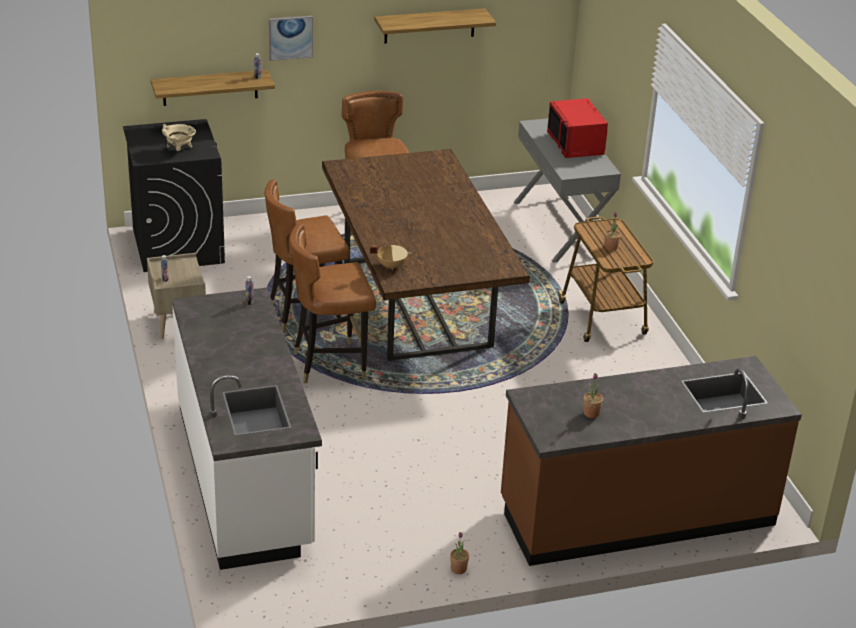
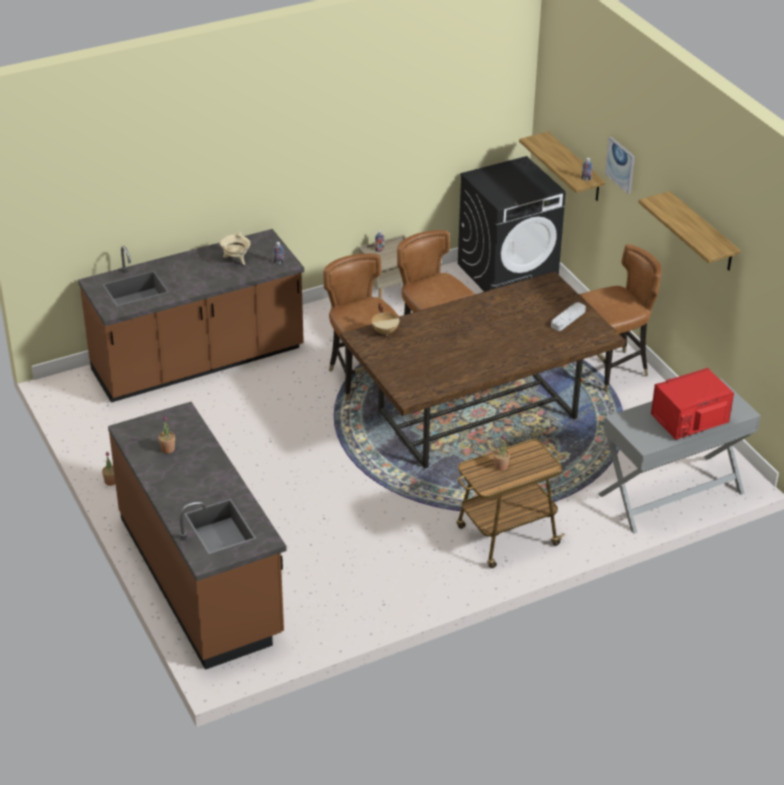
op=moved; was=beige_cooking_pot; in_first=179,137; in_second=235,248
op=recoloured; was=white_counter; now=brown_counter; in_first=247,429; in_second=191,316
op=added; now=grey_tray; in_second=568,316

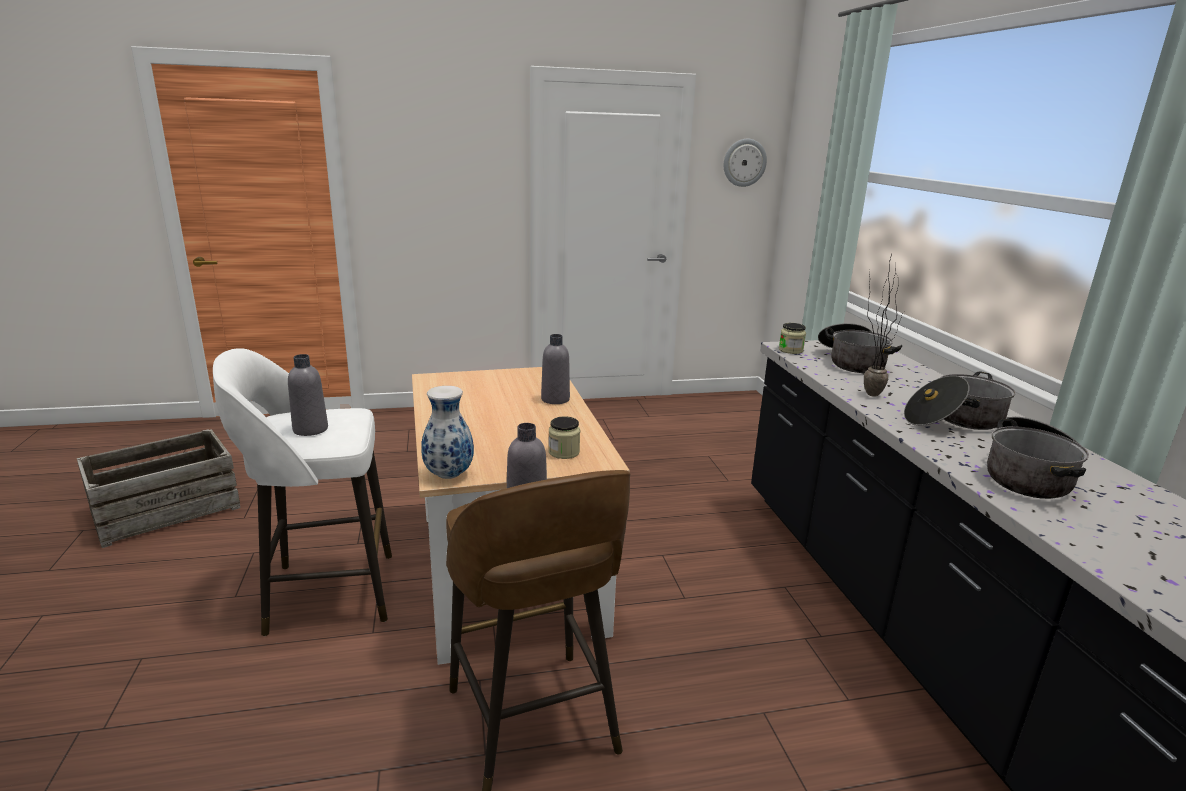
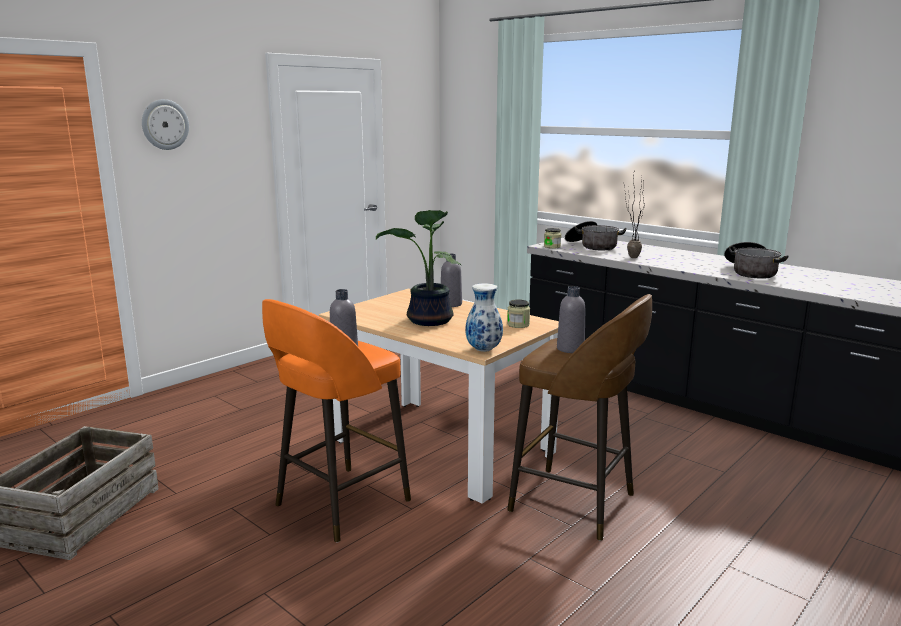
op=moved; was=wall_clock; in_first=745,163; in_second=165,124
op=recoloured; was=white_stool; now=orange_stool; in_first=302,492; in_second=336,420
op=removed; was=cooking_pot; in_first=959,400
op=added; now=potted_plant; in_second=418,268

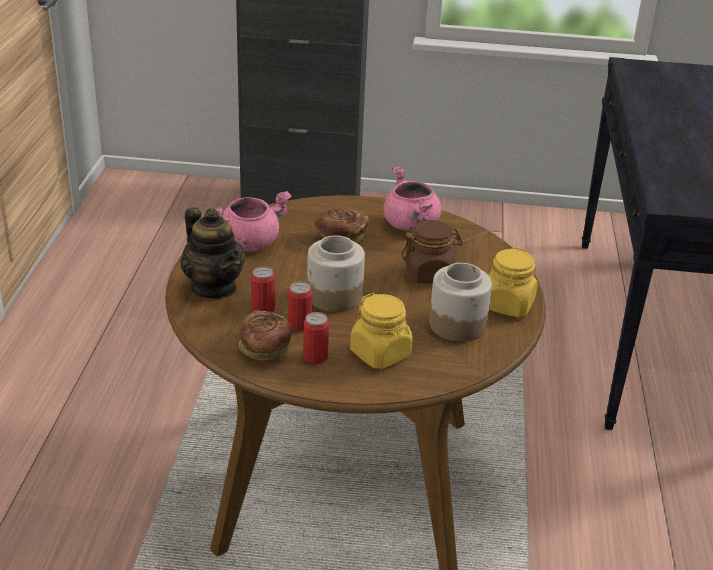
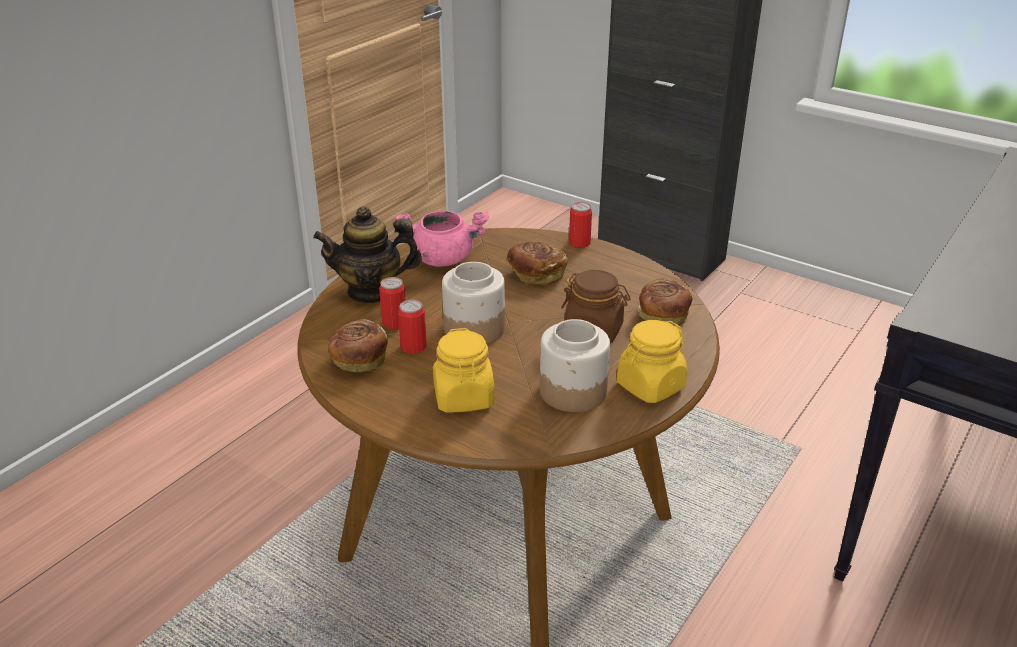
op=removed; was=pink_cooking_pot; in_first=412,199
op=turned; was=teapot; in_first=213,253; in_second=367,255; clockwise=90
op=moved; was=can; in_first=316,338; in_second=580,225
op=added; now=bread; in_second=665,301

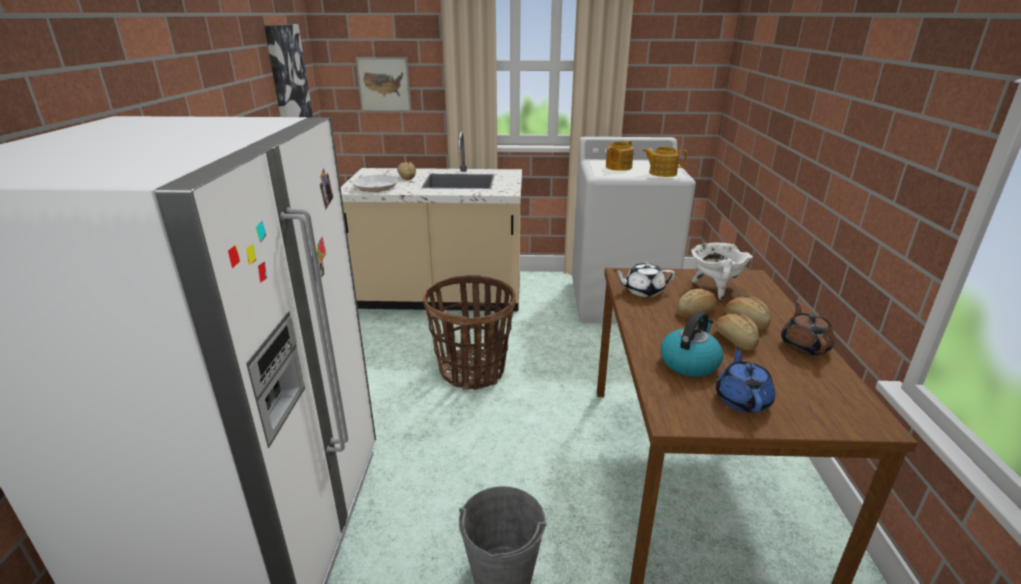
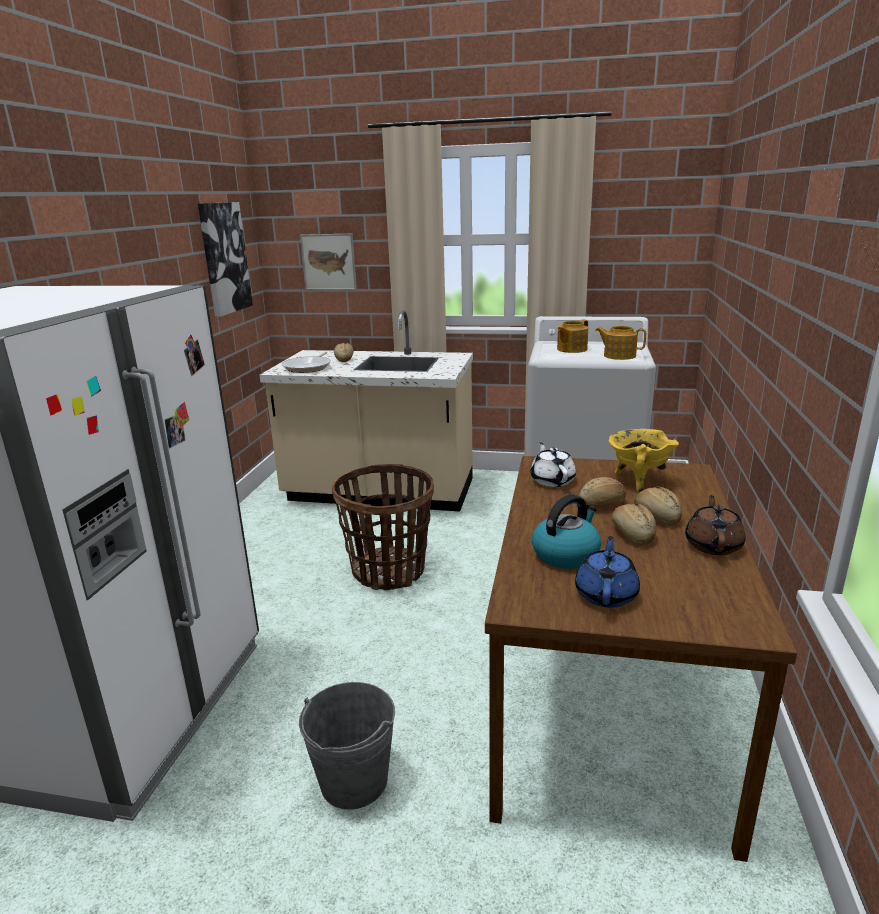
op=recoloured; was=white_cooking_pot; now=yellow_cooking_pot; in_first=722,271; in_second=644,461
op=turned; was=white_teapot; in_first=644,279; in_second=553,464; clockwise=75

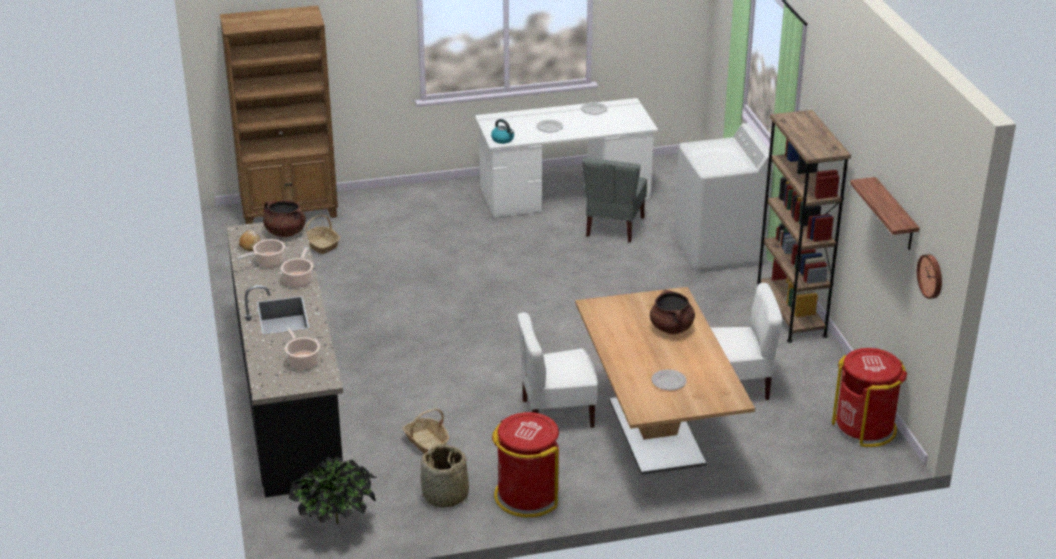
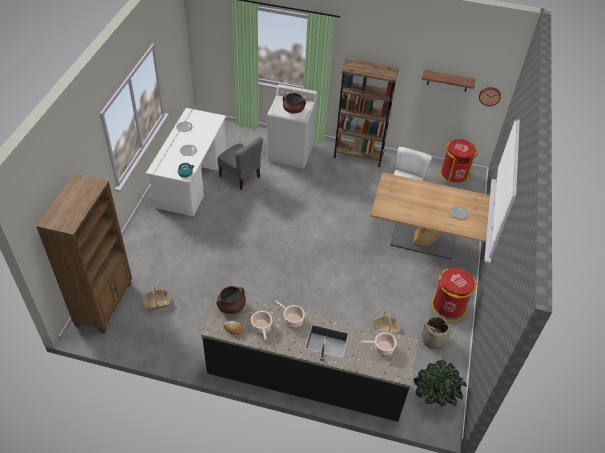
op=moved; was=brown_cooking_pot; in_first=672,312; in_second=294,103
op=removed; was=white_chair; in_first=558,370

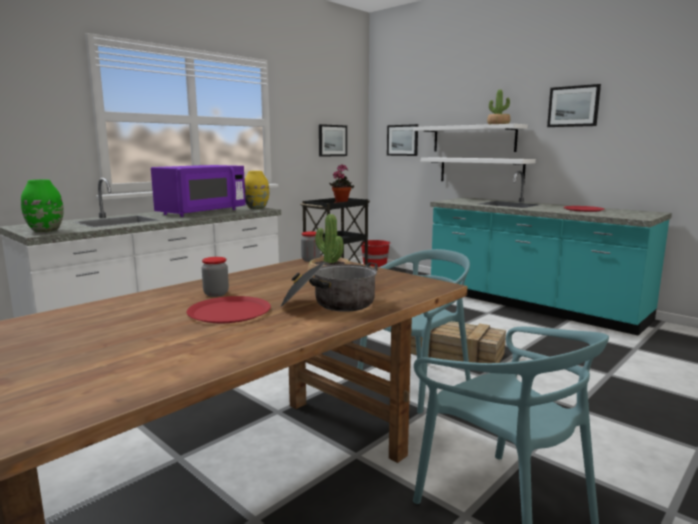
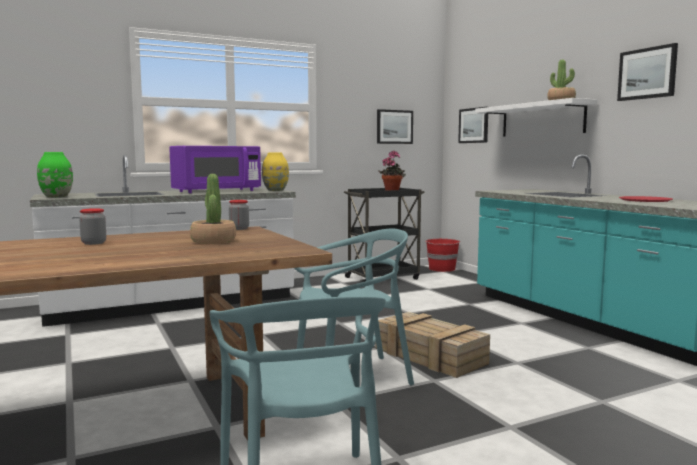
op=removed; was=white_shelf; in_first=478,169
op=removed; was=cooking_pot; in_first=329,287
op=removed; was=red_plate; in_first=229,309

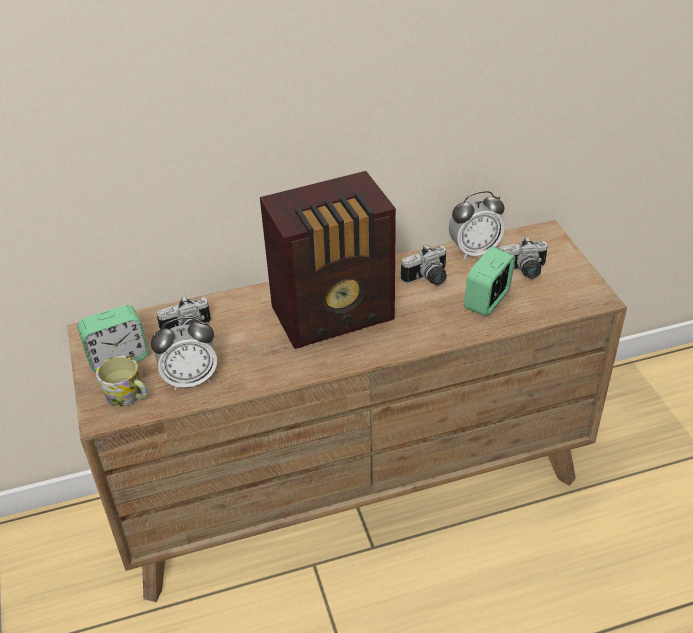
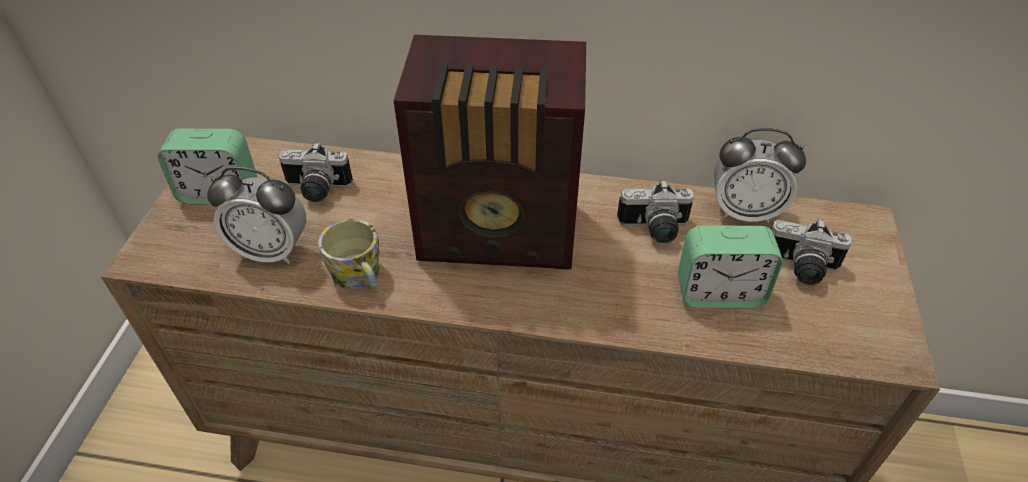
op=turned; was=alarm_clock; in_first=489,281; in_second=730,266; clockwise=-150
op=moved; was=mug; in_first=122,381; in_second=348,254

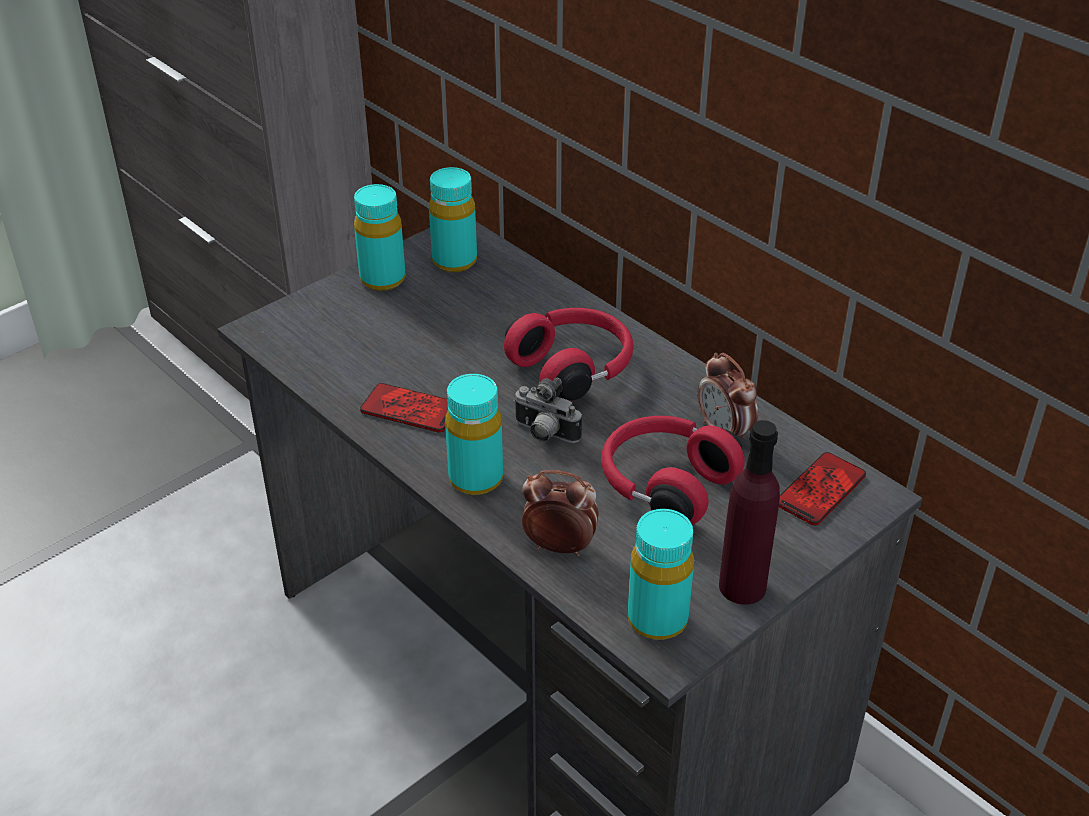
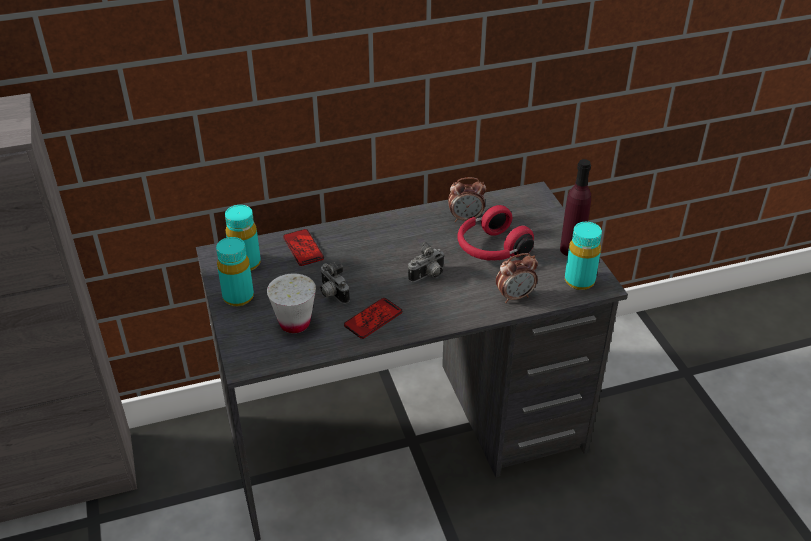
op=removed; was=red_headphones; in_first=569,354
op=removed; was=turquoise_bottle; in_first=474,434
op=moved; was=phone; in_first=822,488; in_second=303,247
op=turned; was=alarm_clock; in_first=560,513; in_second=517,278; clockwise=-150
op=added; now=photo_camera; in_second=335,283
op=added; now=white_cup; in_second=291,303

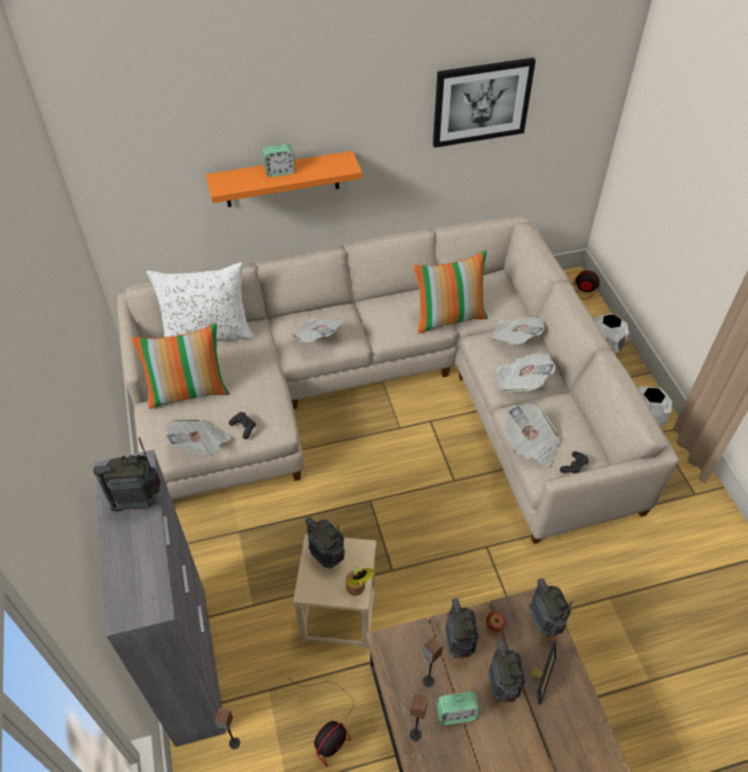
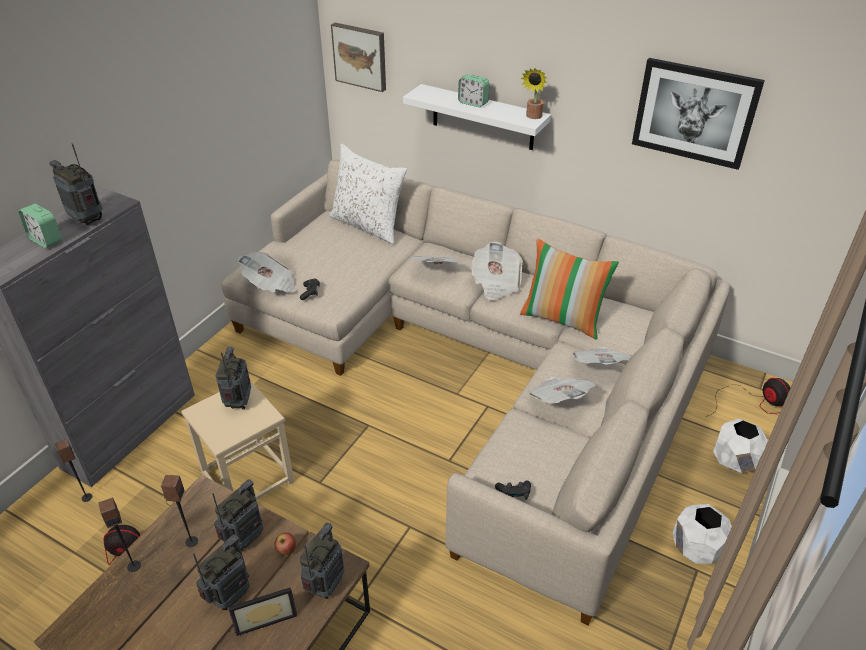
op=recoloured; was=orange_shelf; now=white_shelf; in_first=284,179; in_second=477,117
op=removed; was=pillow; in_first=180,366
op=moved; was=newspaper; in_first=532,435; in_second=496,270
op=moved; was=potted_plant; in_first=361,581; in_second=534,93
op=moved; was=alarm_clock; in_first=458,708; in_second=40,226
op=added; now=picture; in_second=358,57

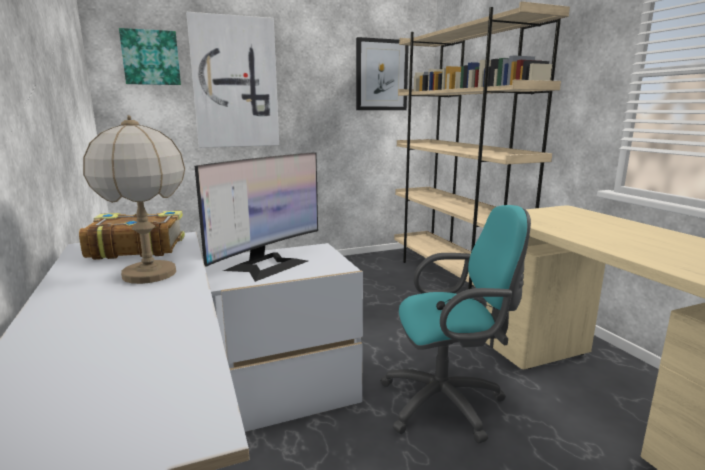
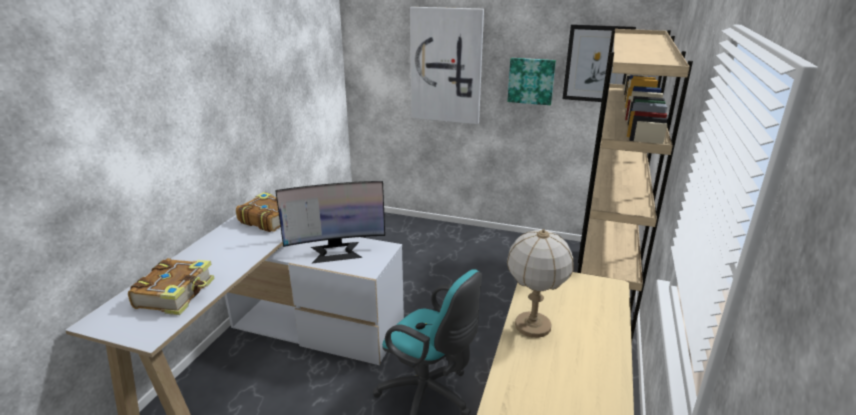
op=moved; was=picture; in_first=150,56; in_second=531,81
op=moved; was=table_lamp; in_first=134,199; in_second=540,283
op=added; now=book; in_second=171,286

